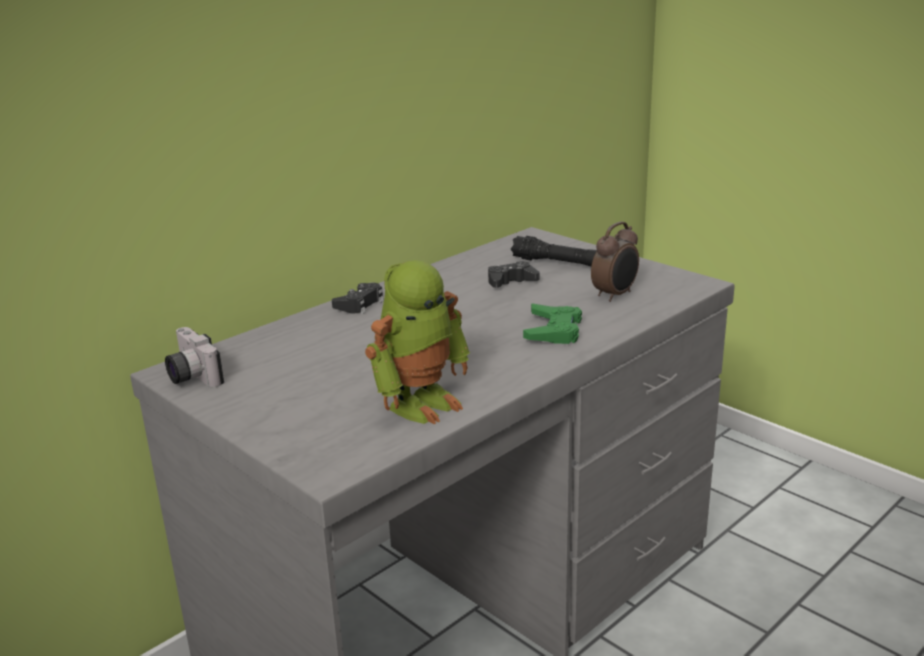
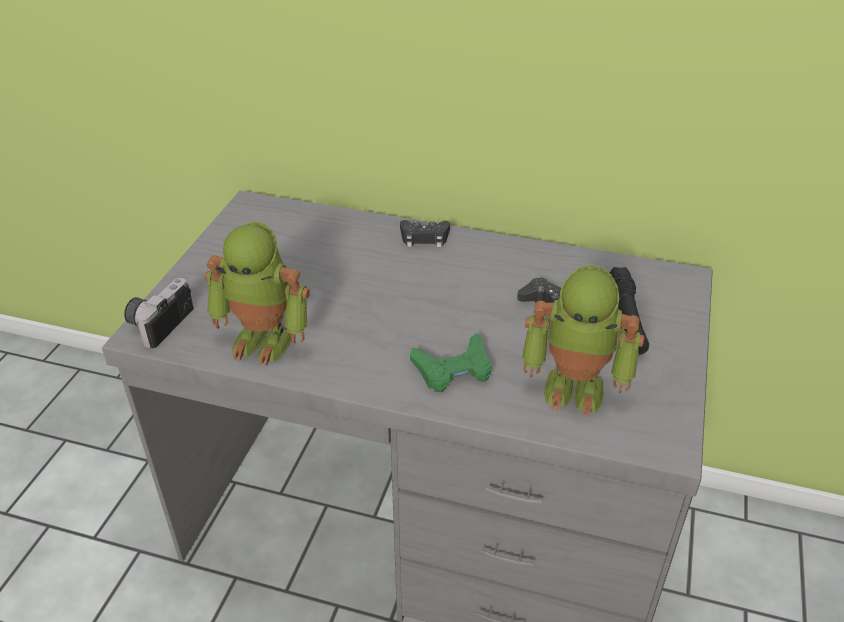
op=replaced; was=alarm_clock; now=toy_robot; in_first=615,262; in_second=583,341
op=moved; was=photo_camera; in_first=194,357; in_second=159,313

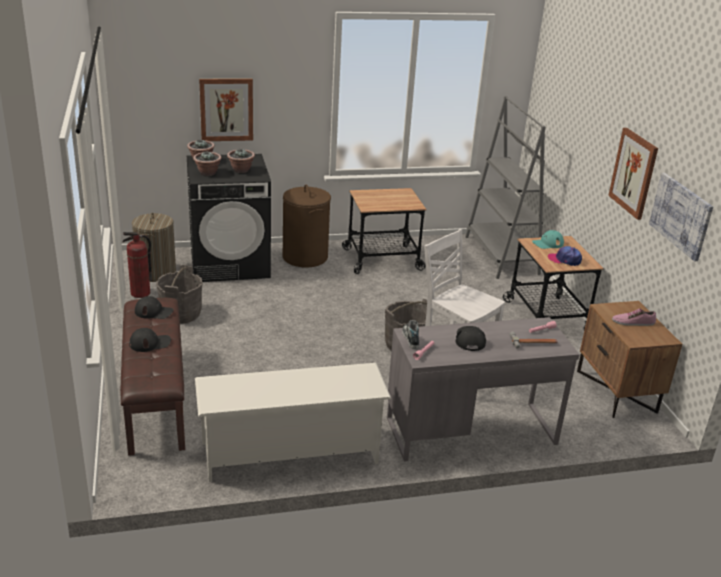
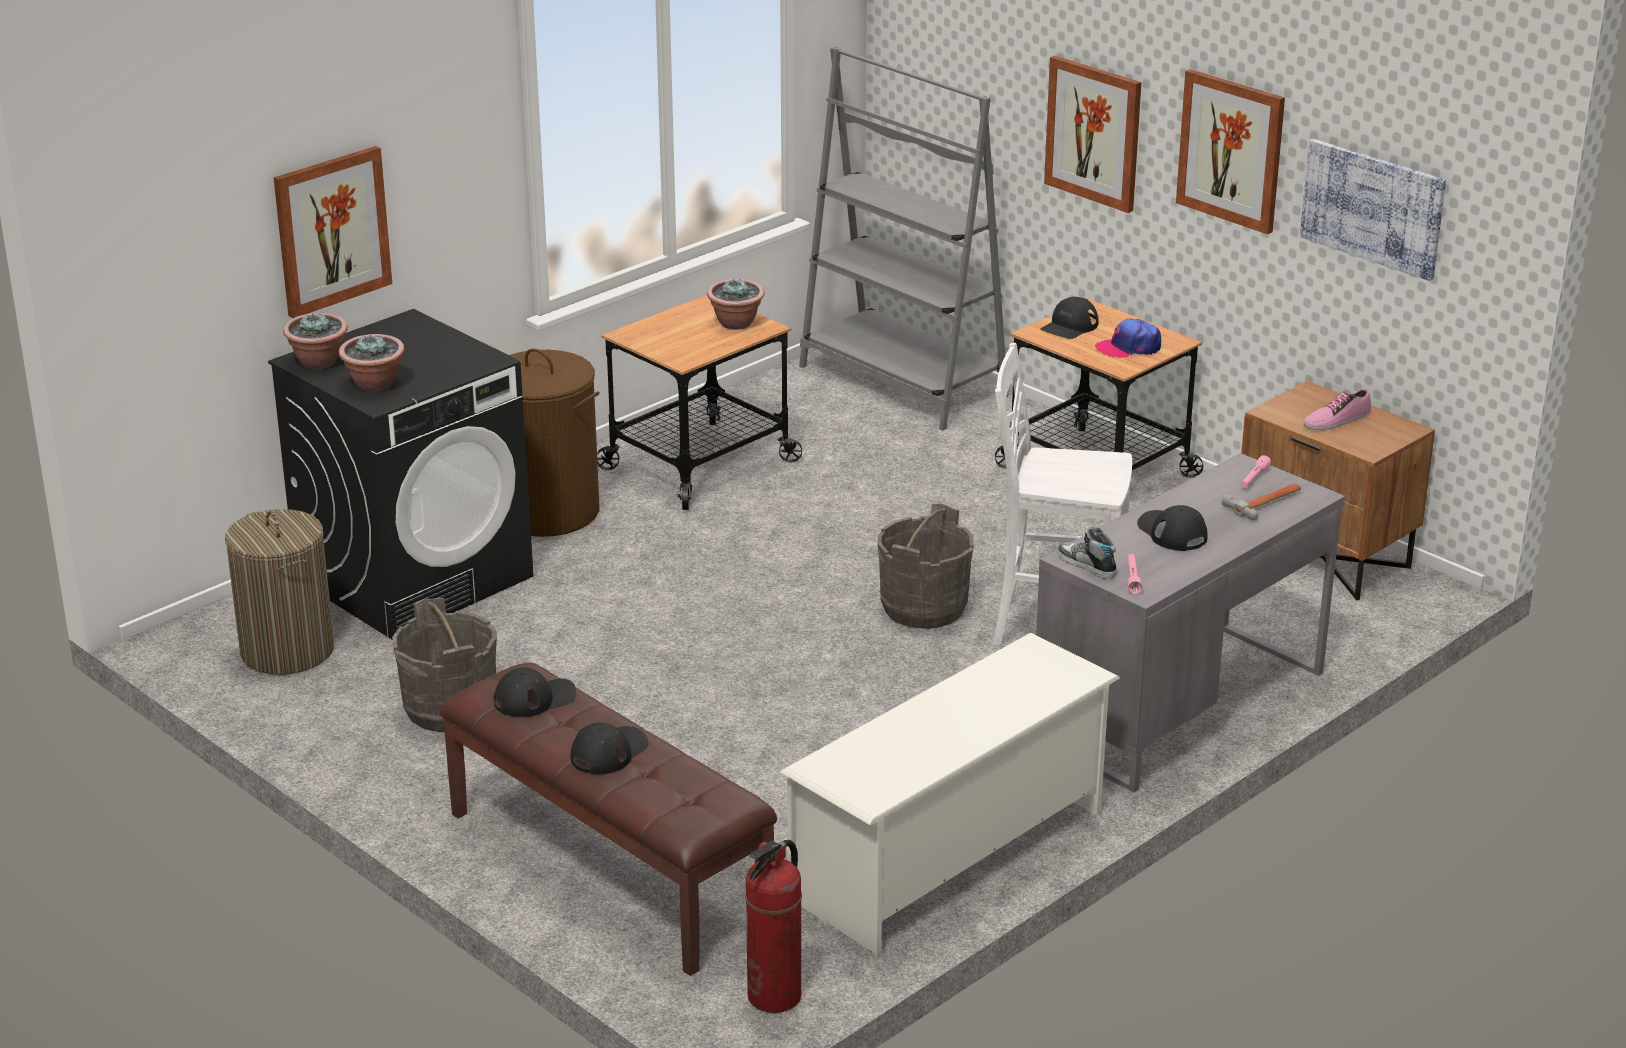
op=moved; was=potted_plant; in_first=241,161; in_second=736,304
op=recoloured; was=turquoise_cap; now=black_cap; in_first=548,239; in_second=1069,318
op=moved; was=fire_extinguisher; in_first=137,265; in_second=773,926
op=added; now=picture; in_second=1093,134

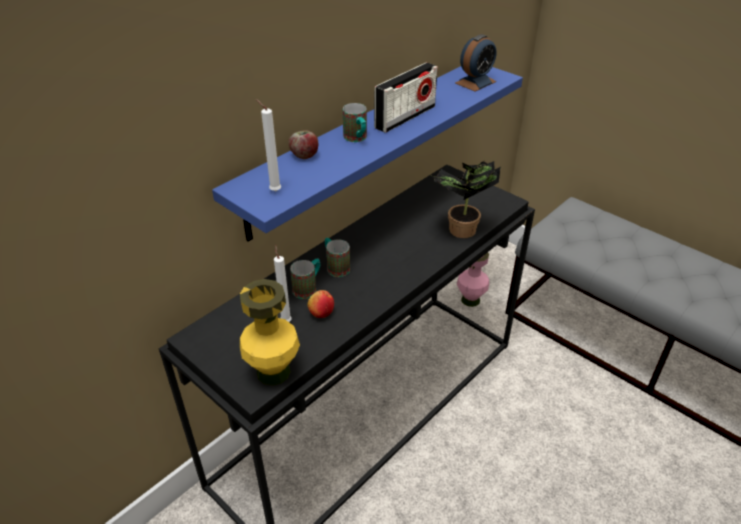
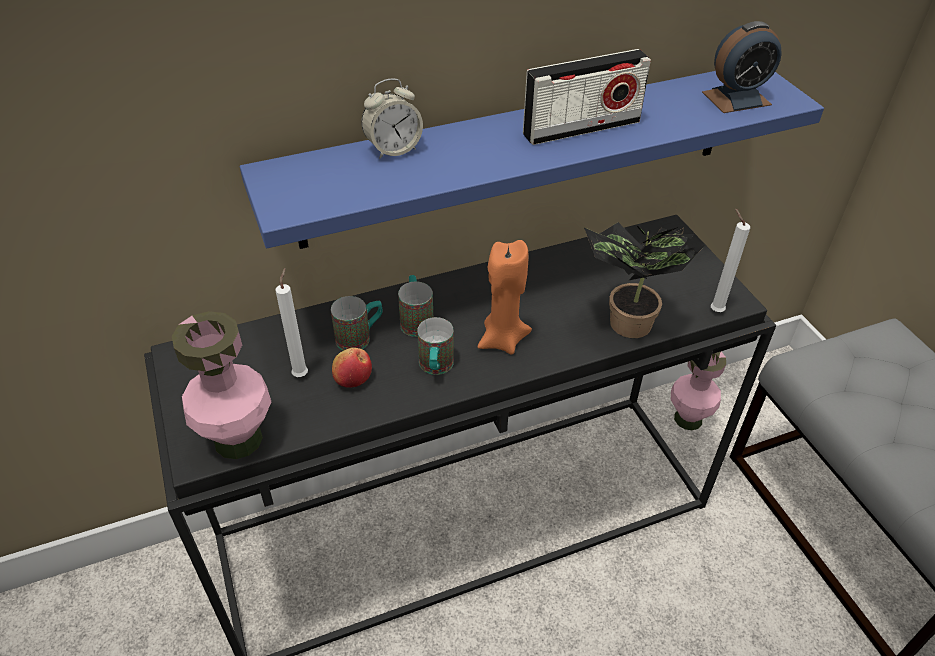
op=moved; was=white_candle; in_first=268,145; in_second=730,260
op=moved; was=mug; in_first=355,122; in_second=435,346
op=replaced; was=apple; now=alarm_clock; in_first=303,144; in_second=392,119
op=recoloured; was=yellow_vase; now=pink_vase; in_first=270,332; in_second=221,385
op=added; now=orange_candle; in_second=505,297

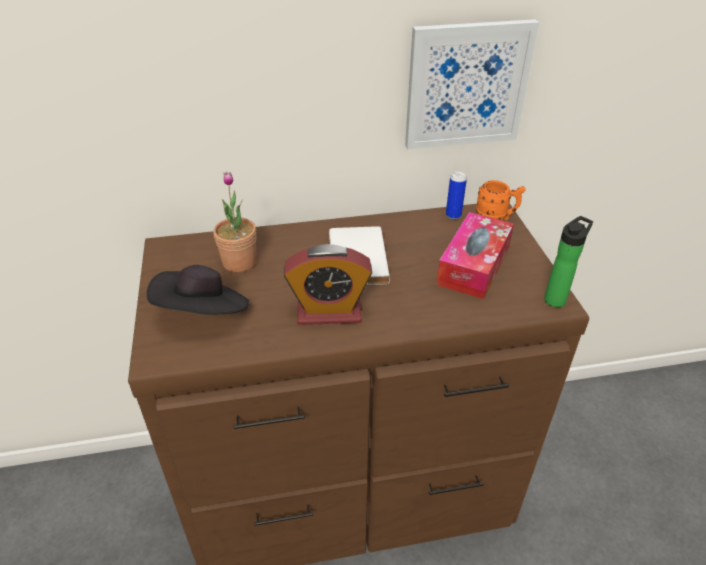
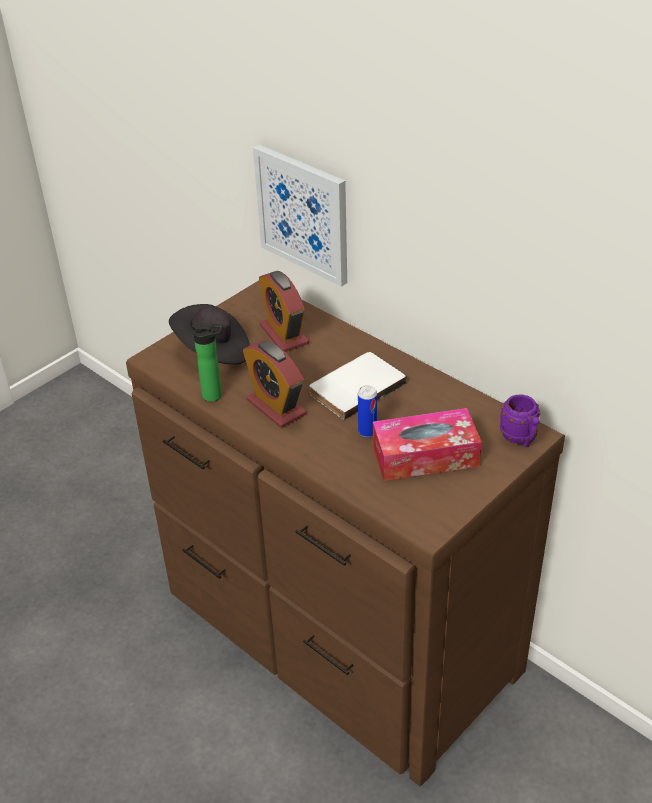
op=moved; was=picture; in_first=472,84; in_second=300,216
op=moved; was=can; in_first=456,195; in_second=367,411
op=replaced; was=potted_plant; now=alarm_clock; in_first=234,222; in_second=284,311
op=recoloured; was=orange_mug; now=purple_mug; in_first=500,200; in_second=519,421
op=moved; was=bottle; in_first=568,261; in_second=207,362

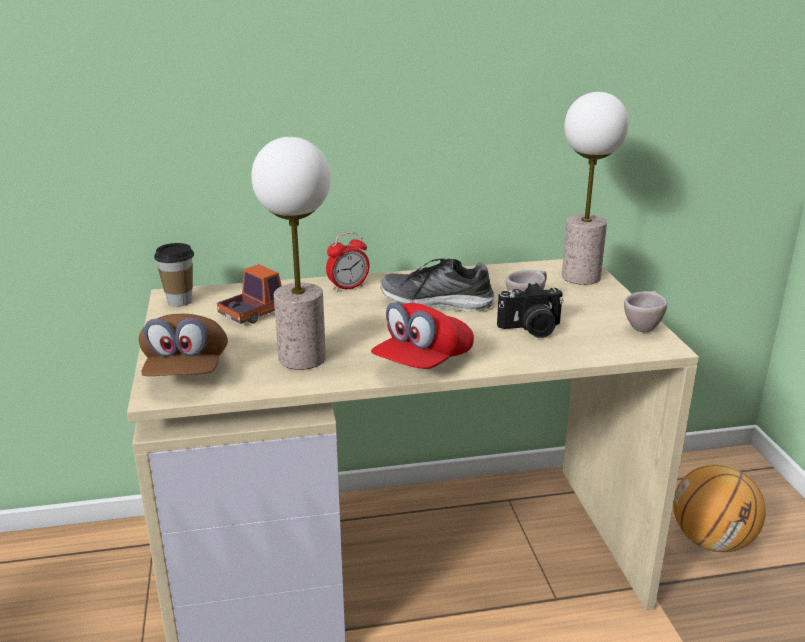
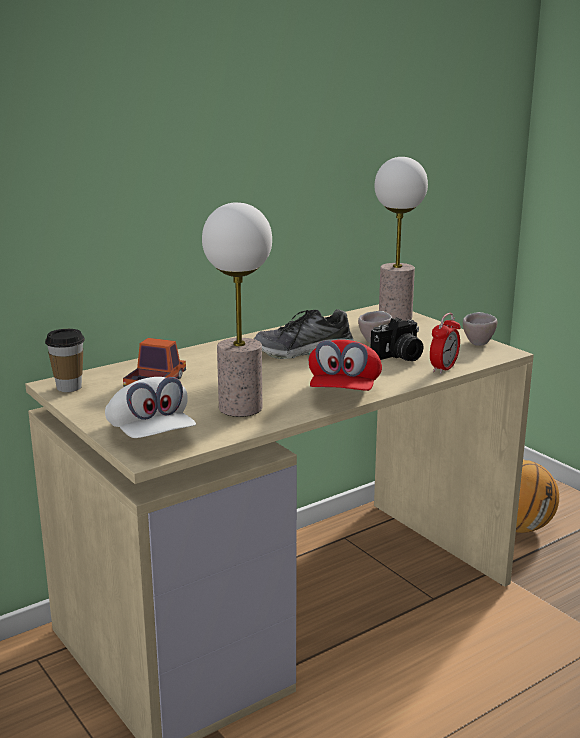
op=moved; was=alarm_clock; in_first=347,262; in_second=445,343
op=recoloured; was=brown_cap; now=white_cap; in_first=183,345; in_second=150,407

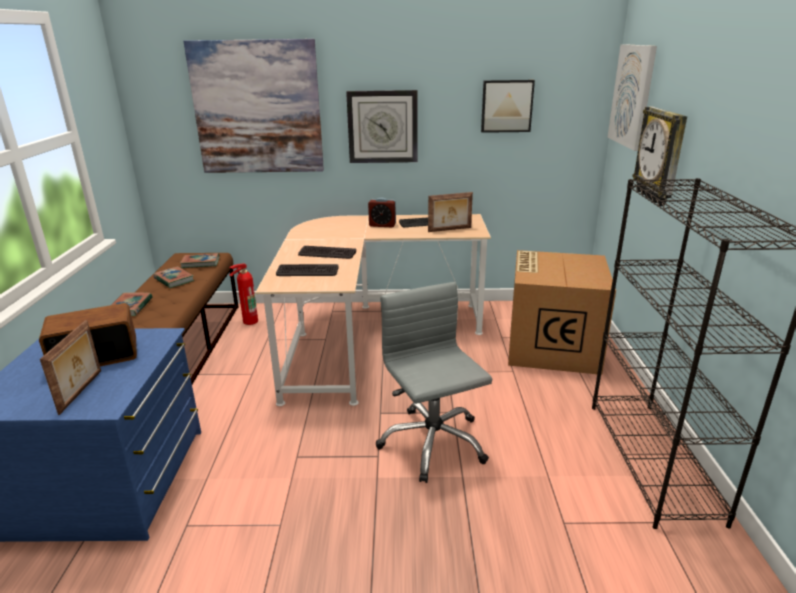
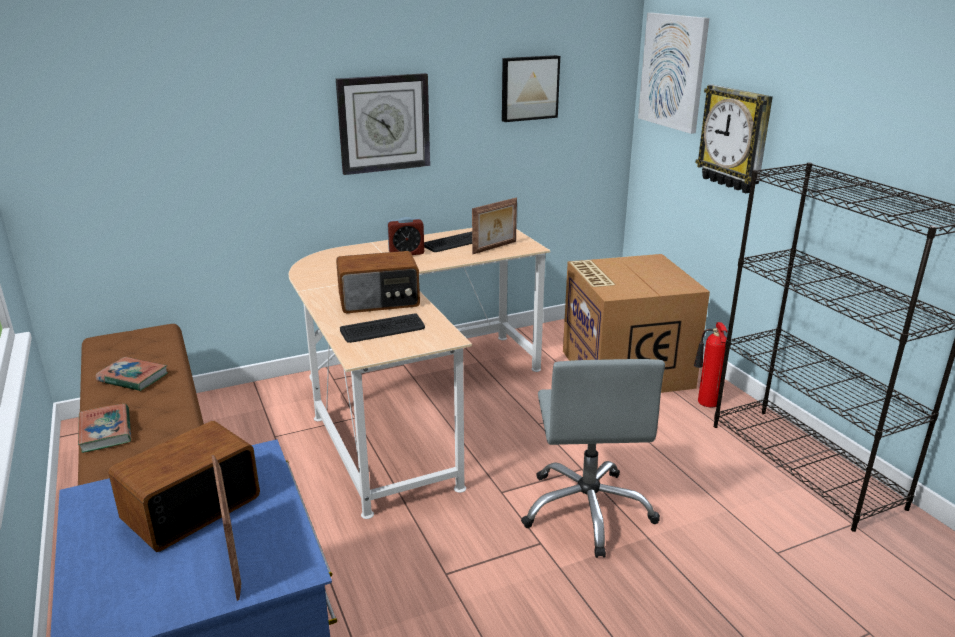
op=removed; was=picture; in_first=253,106
op=replaced; was=keyboard; now=radio; in_first=327,252; in_second=378,282
op=removed; was=book; in_first=199,260
op=moved; was=fire_extinguisher; in_first=243,294; in_second=710,364
op=turned; was=grey_office_chair; in_first=434,382; in_second=593,458; clockwise=-135

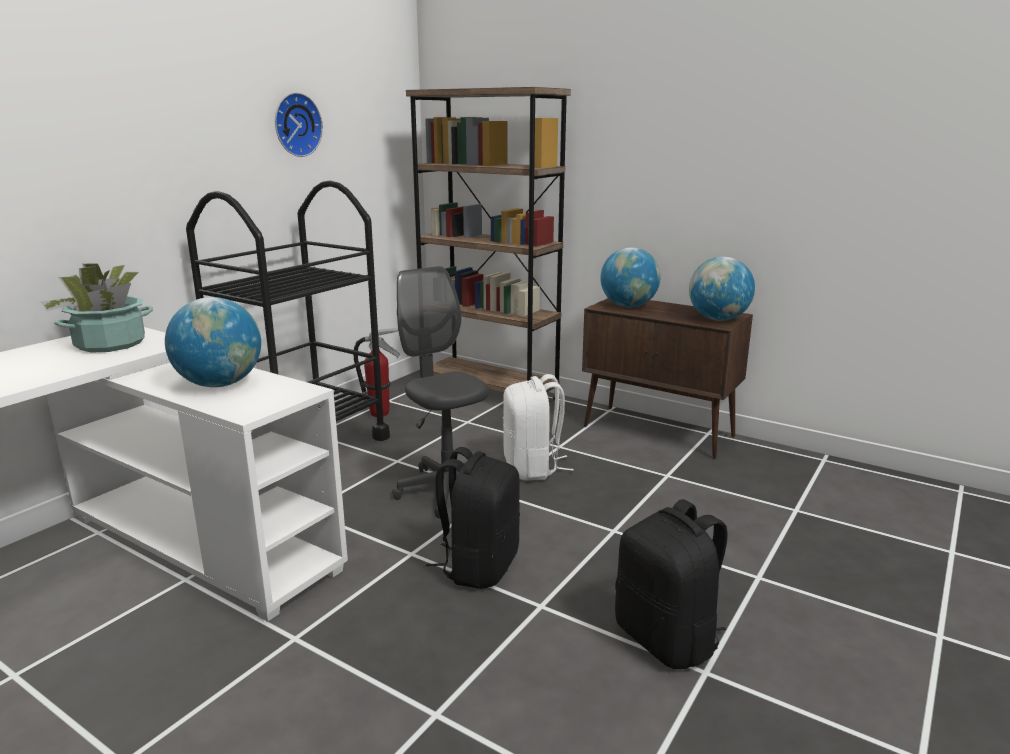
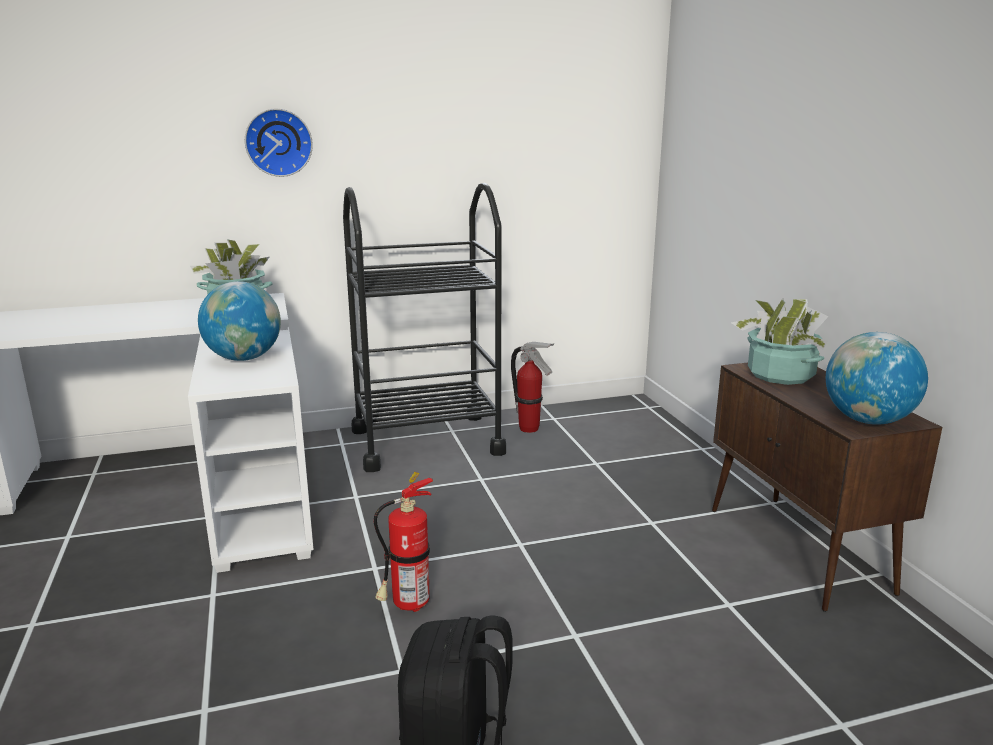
op=removed; was=brown_bookcase; in_first=488,243
op=moved; was=wall_clock; in_first=299,124; in_second=279,143
op=replaced; was=globe; now=potted_plant; in_first=630,277; in_second=780,342
op=removed; was=grey_office_chair; in_first=440,392
op=removed; was=white_backpack; in_first=538,427
op=replaced; was=black_backpack; now=fire_extinguisher; in_first=473,518; in_second=403,542

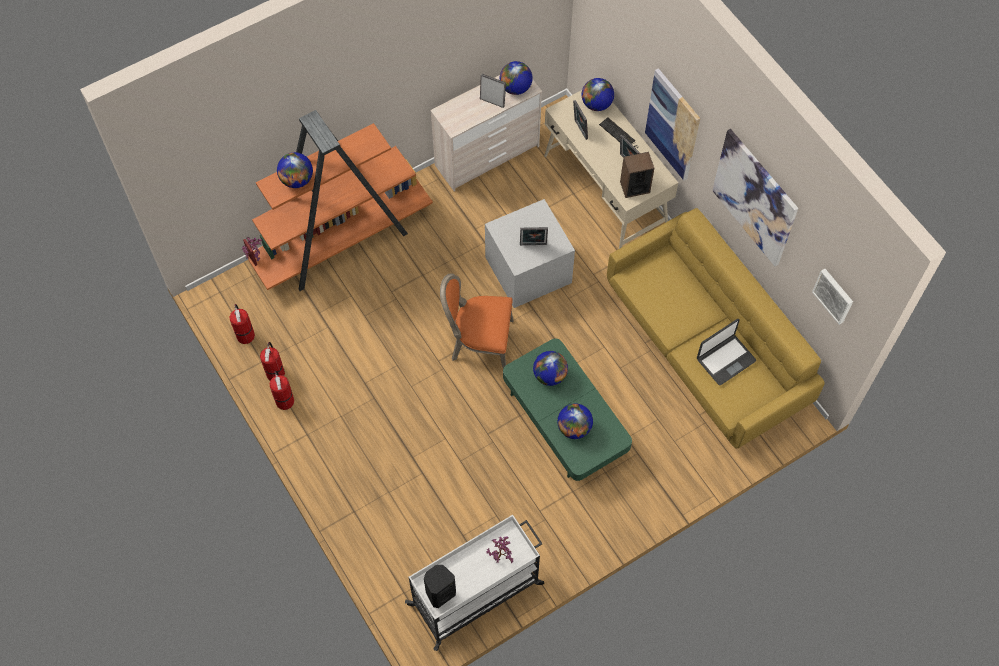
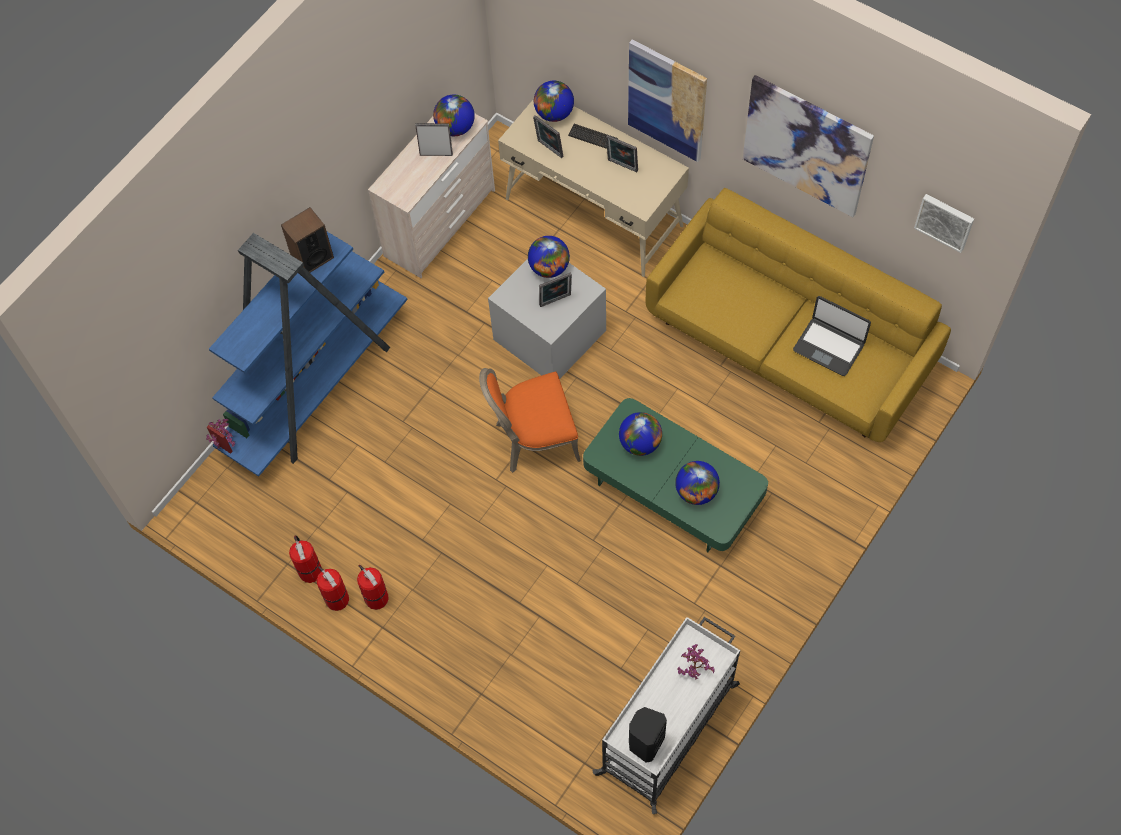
op=recoloured; was=orange_bookcase; now=blue_bookcase; in_first=338,200; in_second=307,354
op=moved; was=globe; in_first=295,170; in_second=549,257
op=moved; was=speaker; in_first=637,175; in_second=307,240
op=moved; was=fire_extinguisher; in_first=242,324; in_second=373,587
op=turned; was=laptop; in_first=726,352; in_second=832,336; clockwise=90

